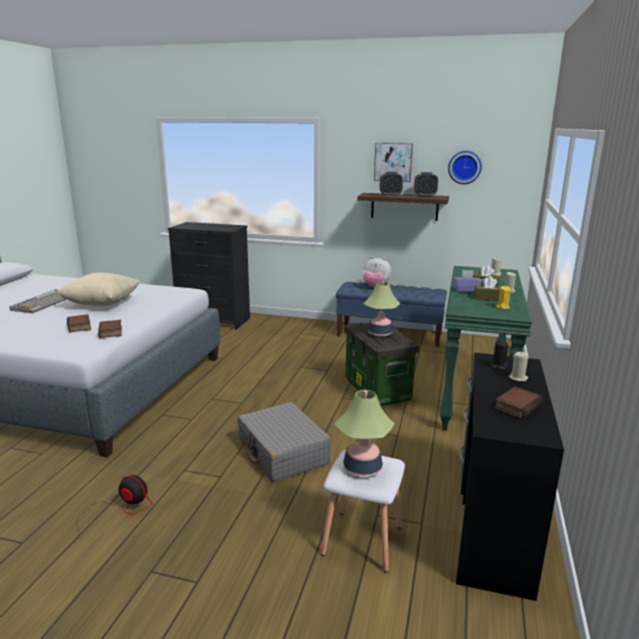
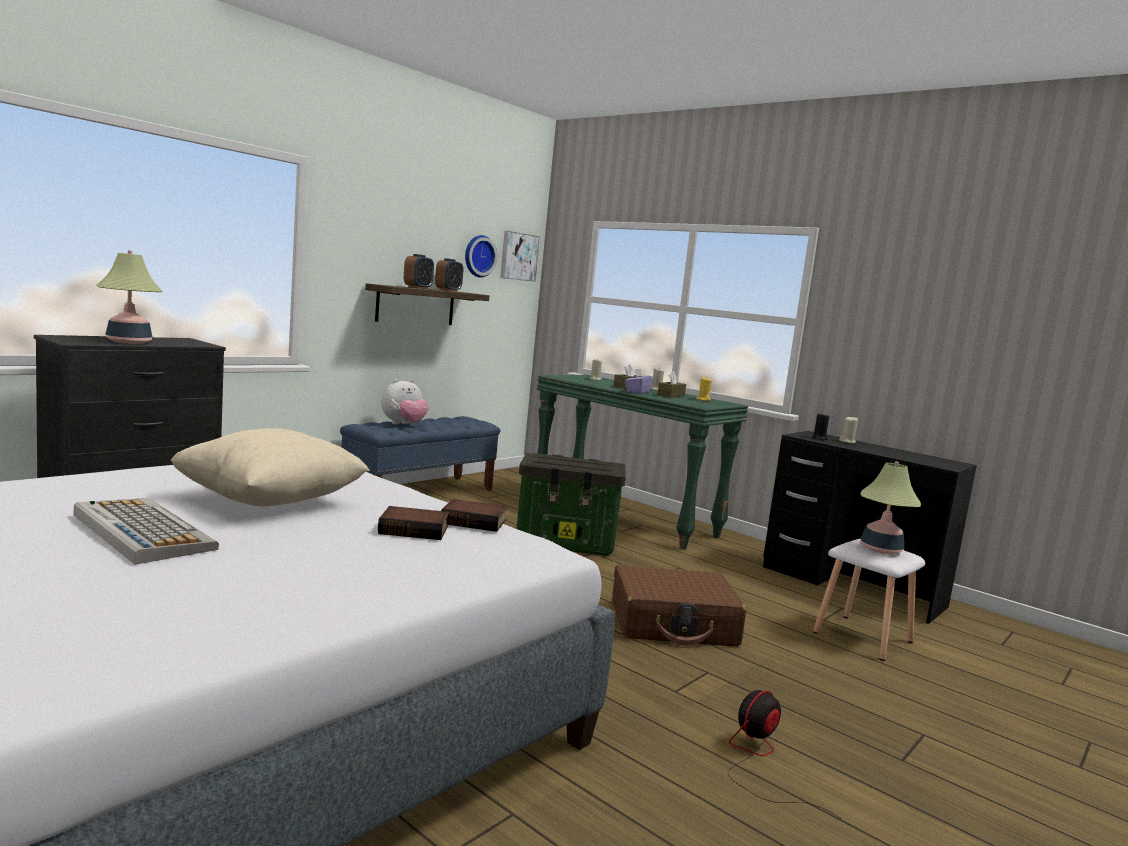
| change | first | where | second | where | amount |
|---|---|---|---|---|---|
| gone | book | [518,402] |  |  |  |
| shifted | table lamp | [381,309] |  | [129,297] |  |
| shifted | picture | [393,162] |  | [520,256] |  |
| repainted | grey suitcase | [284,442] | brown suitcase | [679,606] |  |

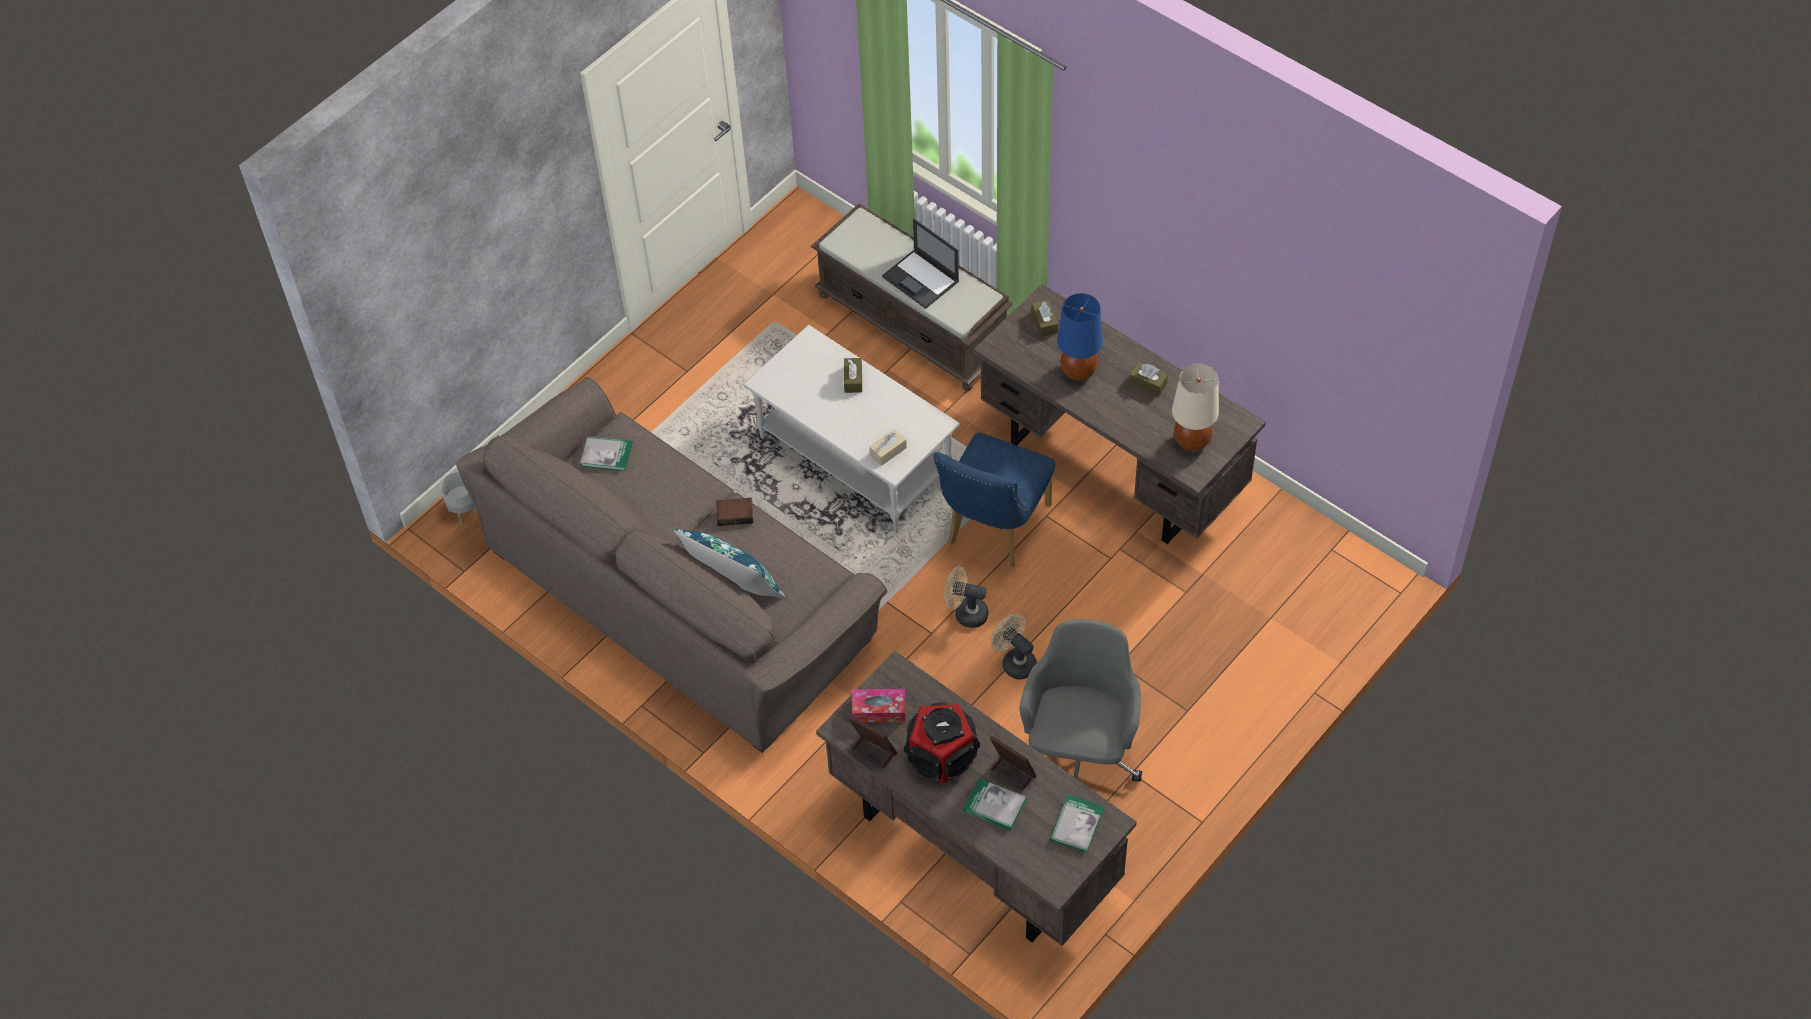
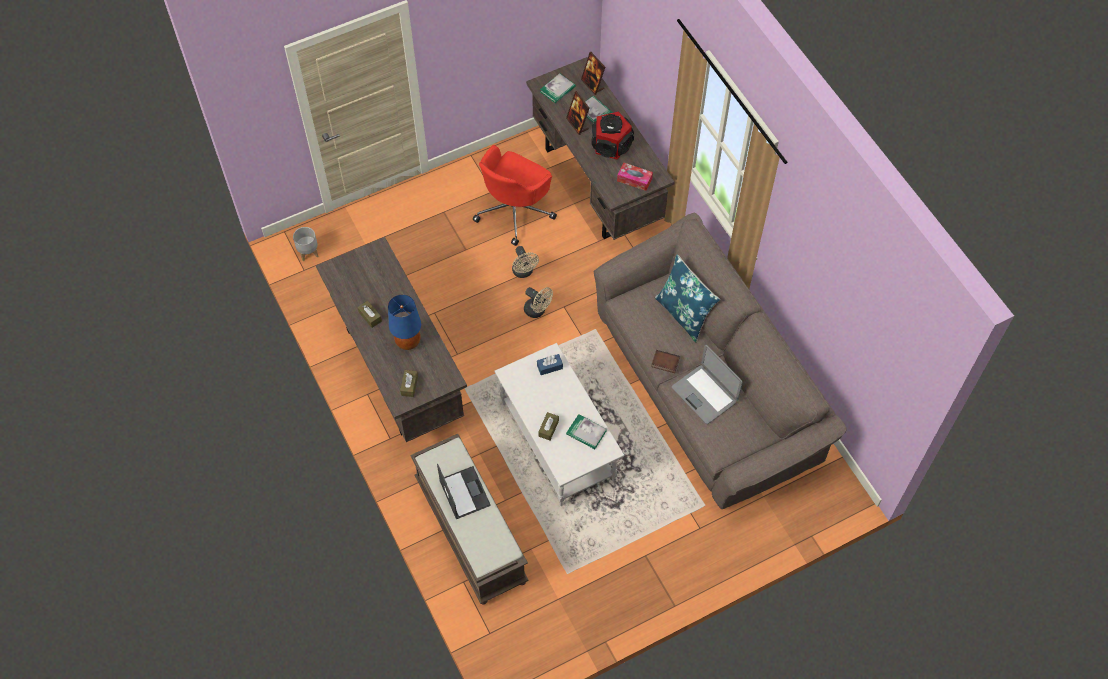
| change | first | where | second | where | amount |
|---|---|---|---|---|---|
| gone | blue chair | [994,500] |  |  |  |
| gone | beige table lamp | [1195,407] |  |  |  |
| new |  |  | laptop | [707,384] |  |
| shifted | grey planter | [458,498] |  | [305,244] |  |
| shifted | book | [606,453] |  | [586,431] |  |
| shifted | picture frame | [872,741] |  | [593,73] |  |
| repainted | beige tissue box | [888,447] | blue tissue box | [550,364] |  |
| repainted | grey office chair | [1080,700] | red office chair | [515,195] |  |

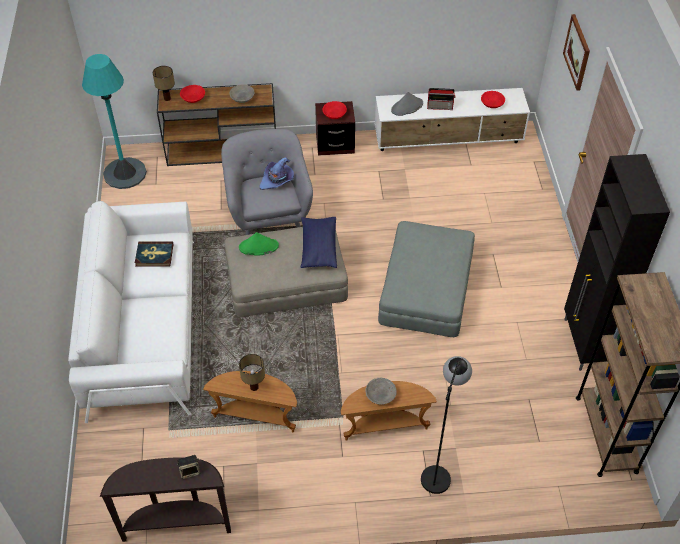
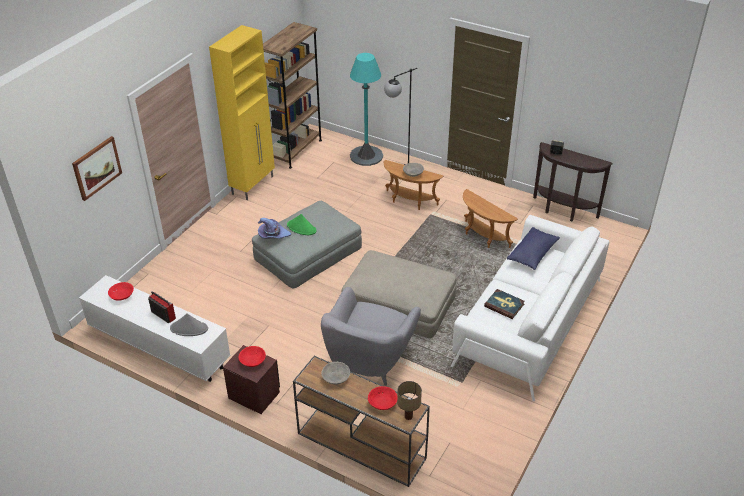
| change | first | where | second | where | amount |
|---|---|---|---|---|---|
| gone | table lamp | [252,372] |  |  |  |
| shifted | turquoise floor lamp | [114,121] |  | [366,109] |  |
| shifted | green hat | [259,244] |  | [302,224] |  |
| shifted | purple hat | [276,173] |  | [274,228] |  |
| shifted | blue pillow | [319,242] |  | [533,248] |  |
| repainted | black cabinet | [617,262] | yellow cabinet | [242,112] |  |

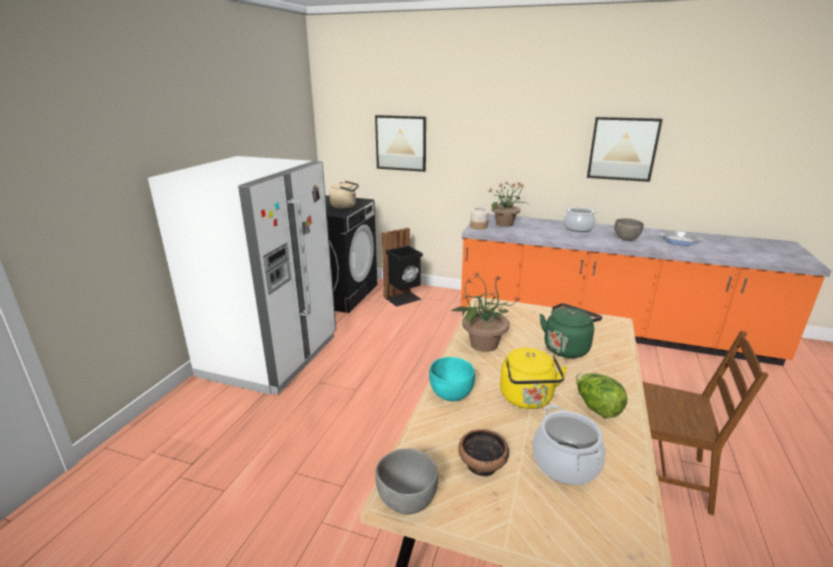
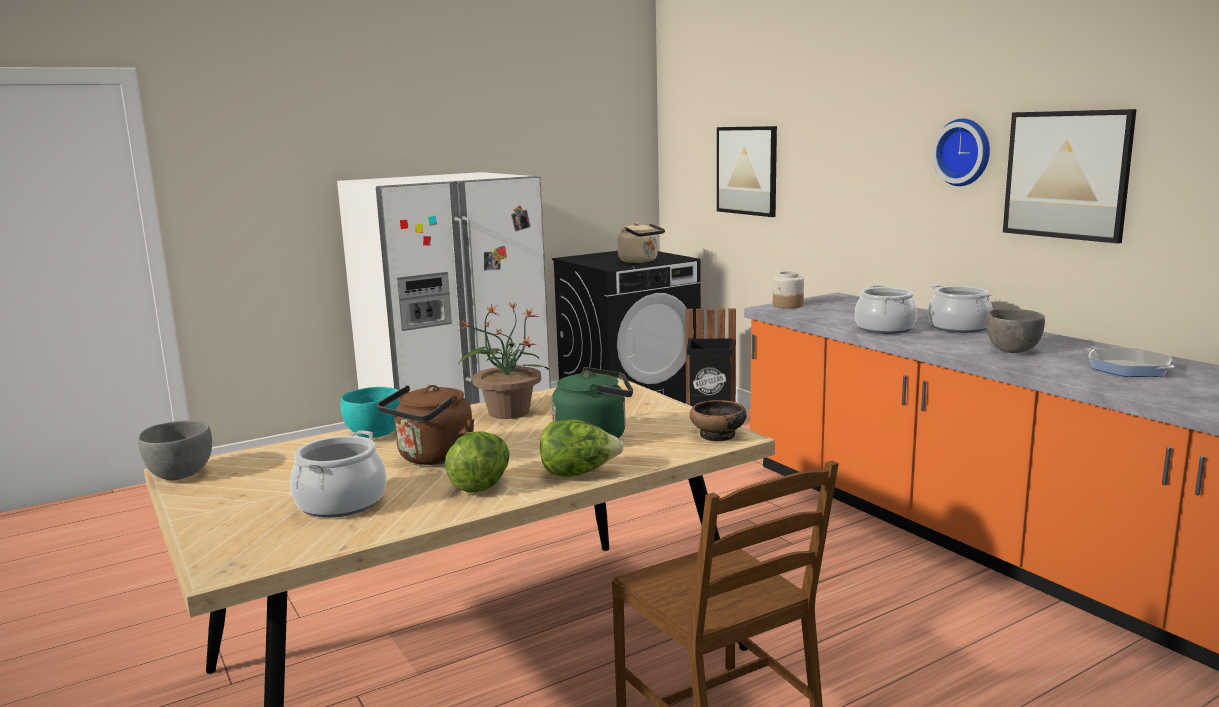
| change | first | where | second | where | amount |
|---|---|---|---|---|---|
| gone | potted plant | [507,204] |  |  |  |
| new |  |  | lettuce | [581,448] |  |
| new |  |  | cooking pot | [886,309] |  |
| new |  |  | wall clock | [961,152] |  |
| shifted | bowl | [483,453] |  | [718,420] |  |
| repainted | yellow kettle | [533,378] | brown kettle | [426,425] |  |

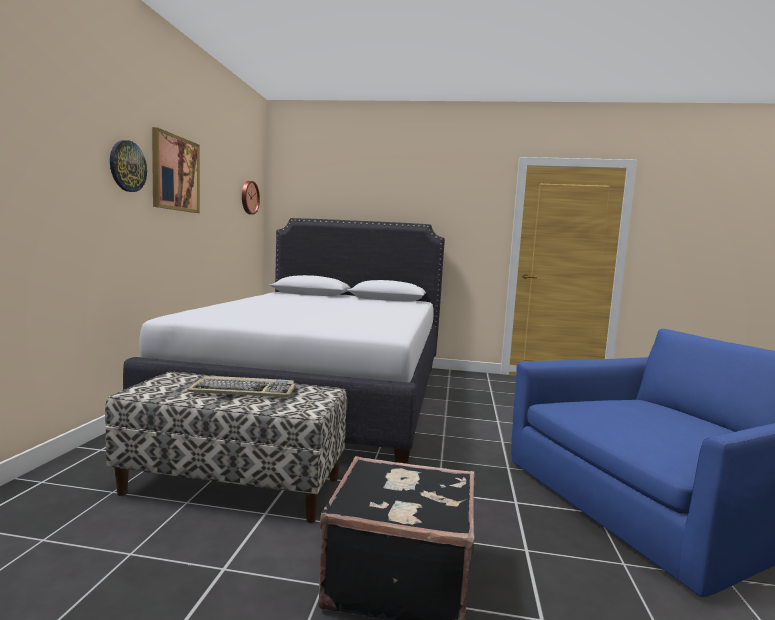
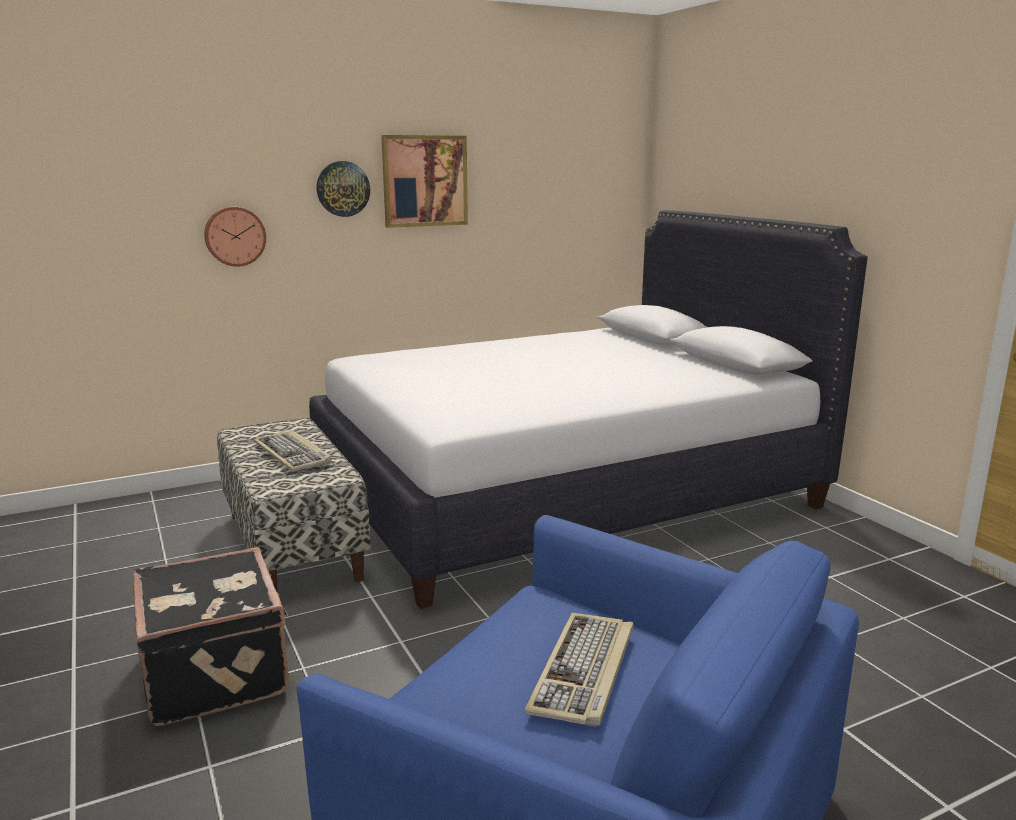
| change | first | where | second | where | amount |
|---|---|---|---|---|---|
| new |  |  | keyboard | [579,670] |  |
| shifted | wall clock | [251,198] |  | [235,236] |  |

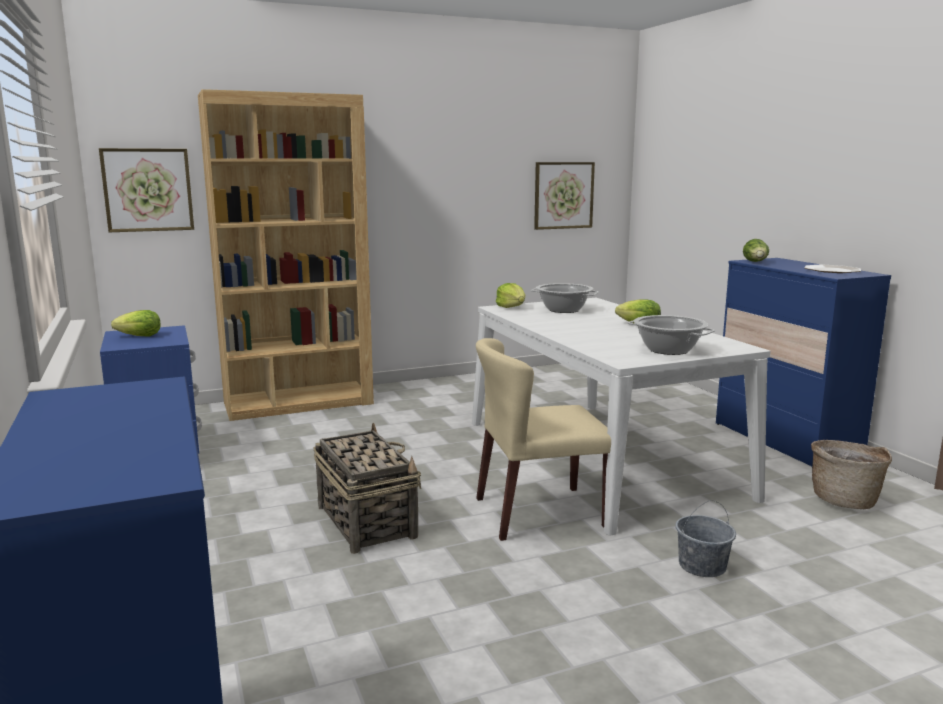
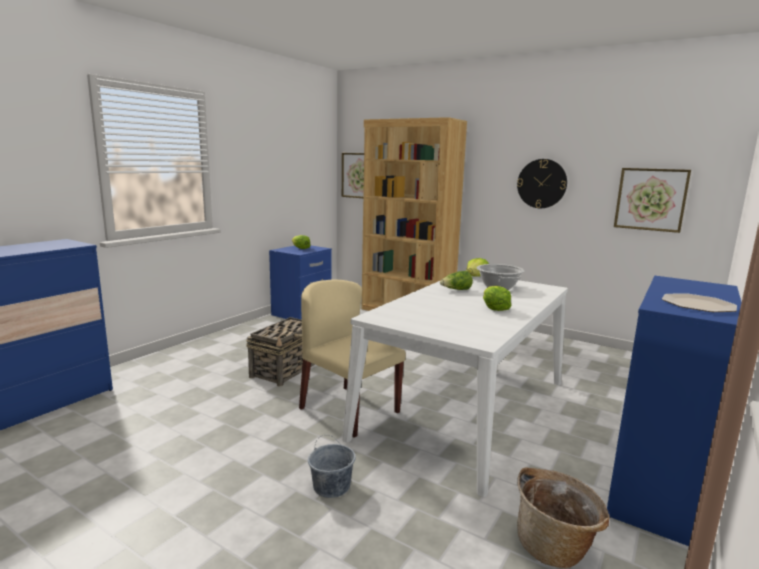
| change | first | where | second | where | amount |
|---|---|---|---|---|---|
| gone | cooking pot | [671,335] |  |  |  |
| new |  |  | wall clock | [542,183] |  |
| shifted | lettuce | [756,250] |  | [456,280] |  |

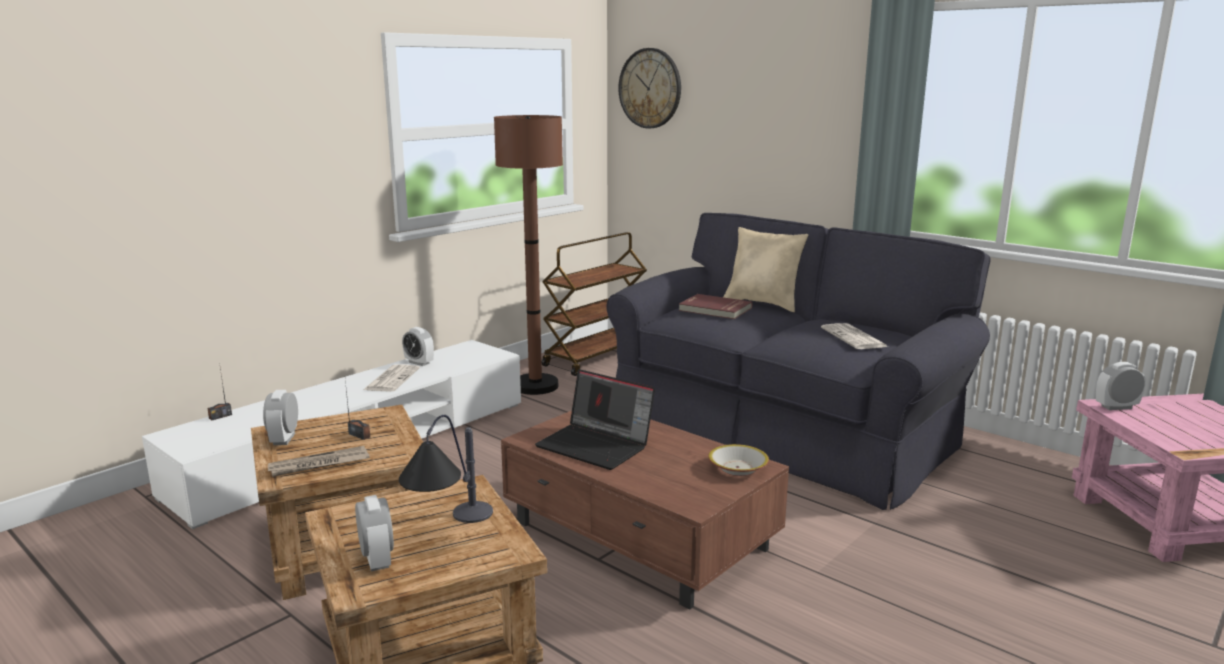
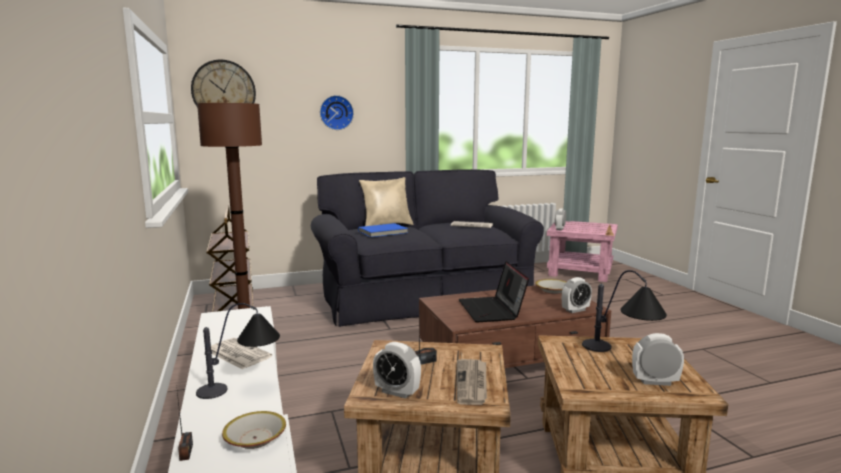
| change | first | where | second | where | amount |
|---|---|---|---|---|---|
| new |  |  | table lamp | [238,351] |  |
| new |  |  | bowl | [254,430] |  |
| new |  |  | wall clock | [337,112] |  |
| shifted | alarm clock | [418,346] |  | [577,295] |  |
| repainted | red book | [715,306] | blue book | [383,230] |  |
| rotated | laptop | [595,419] |  | [494,291] | 105 degrees clockwise |

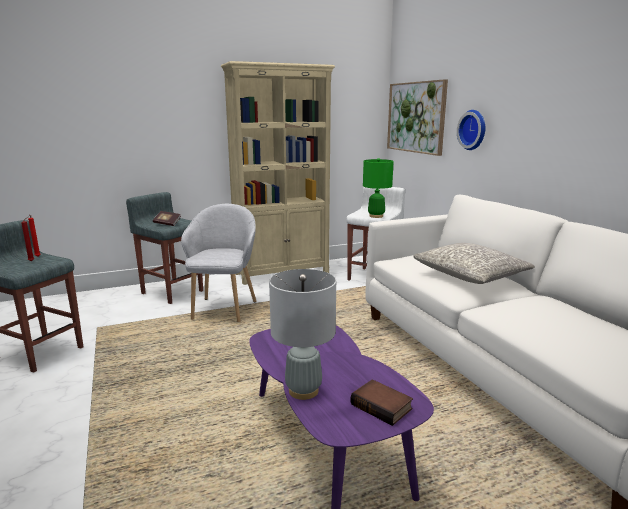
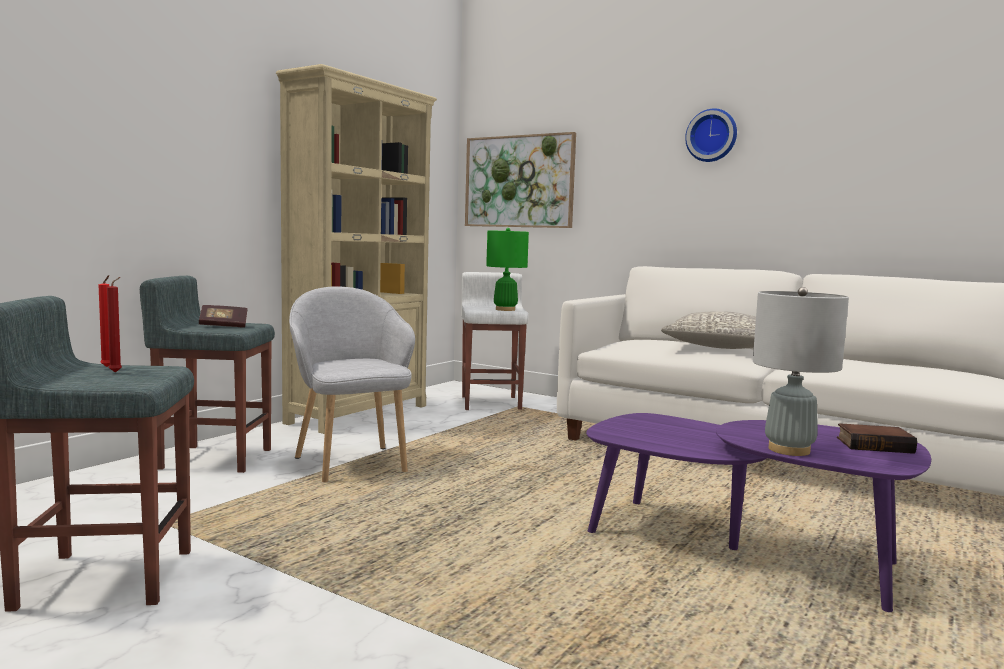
| change | first | where | second | where | amount |
|---|---|---|---|---|---|
| shifted | wall clock | [471,130] |  | [711,135] |  |

